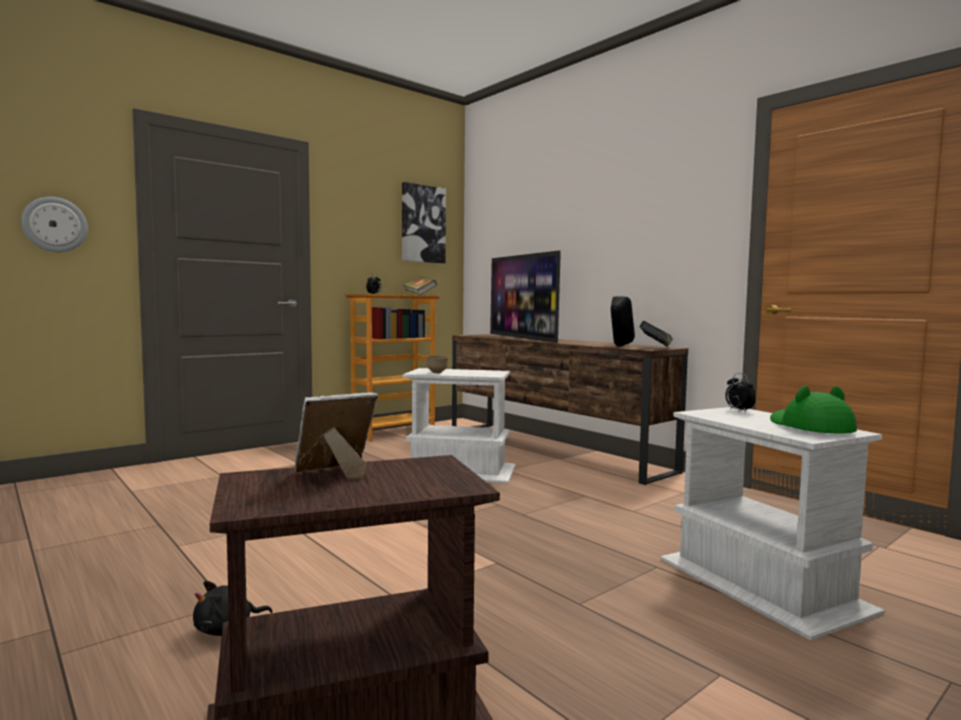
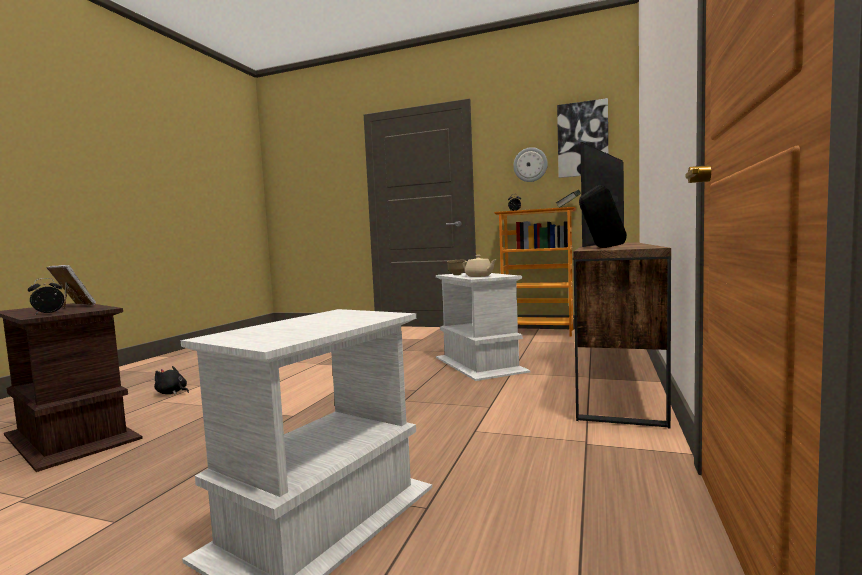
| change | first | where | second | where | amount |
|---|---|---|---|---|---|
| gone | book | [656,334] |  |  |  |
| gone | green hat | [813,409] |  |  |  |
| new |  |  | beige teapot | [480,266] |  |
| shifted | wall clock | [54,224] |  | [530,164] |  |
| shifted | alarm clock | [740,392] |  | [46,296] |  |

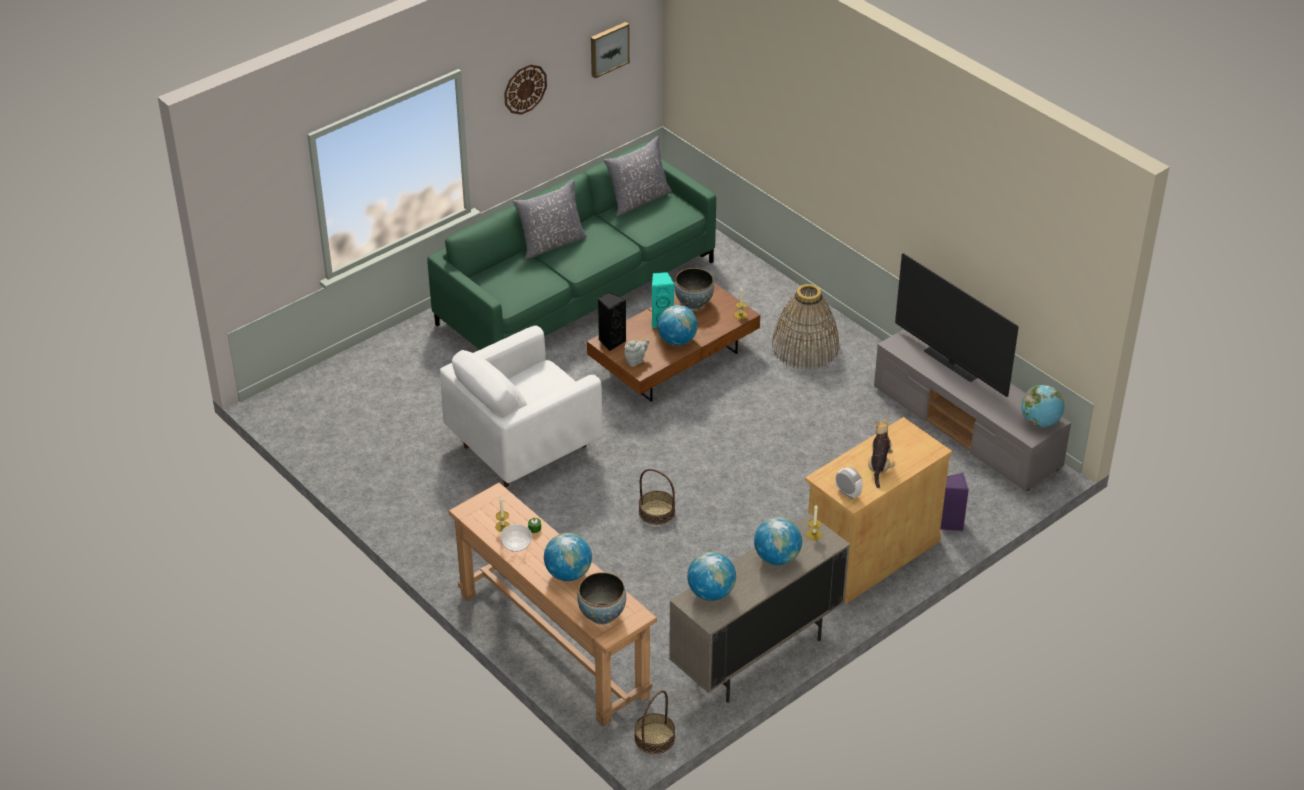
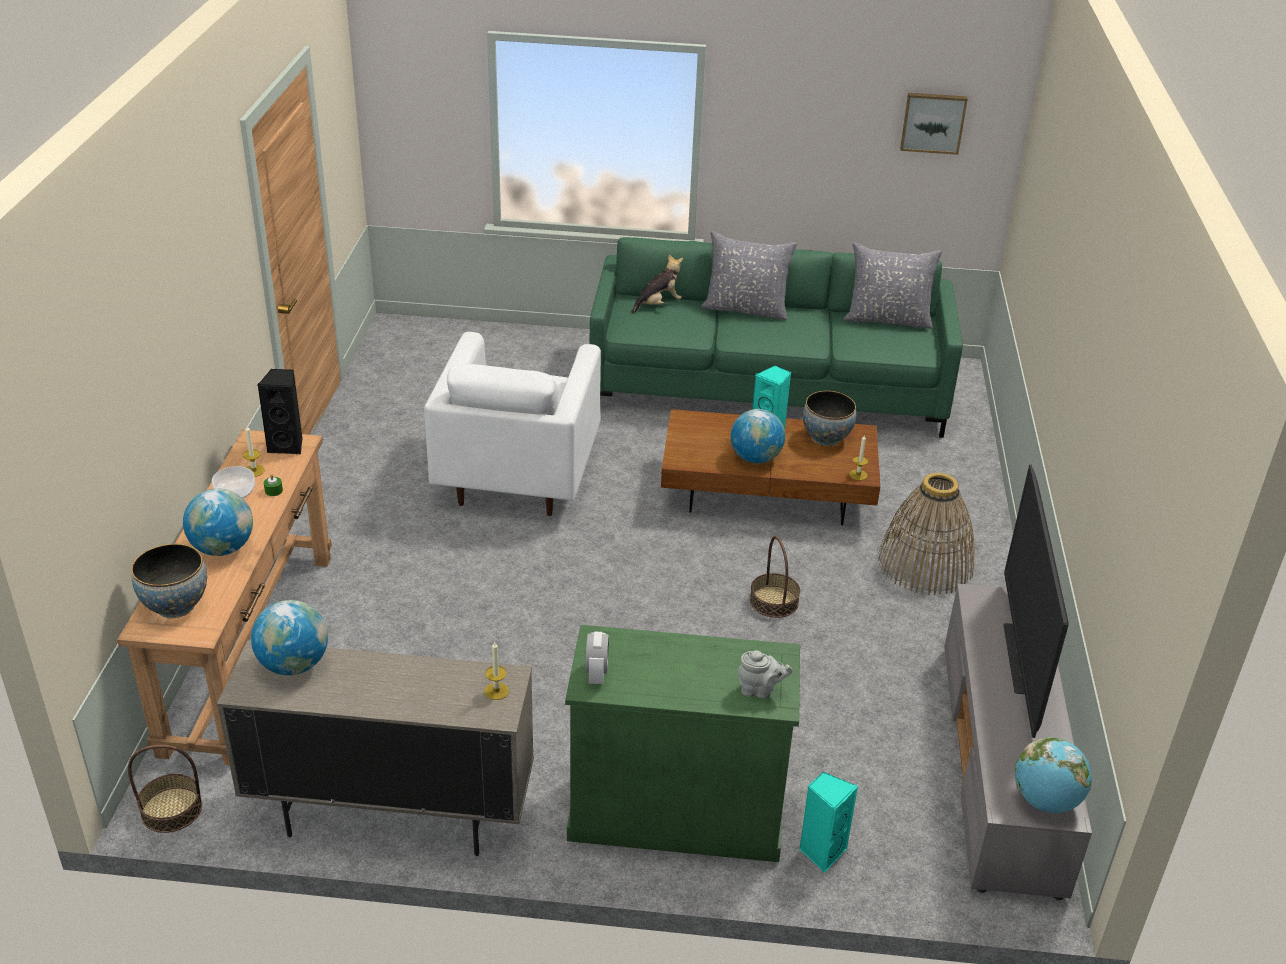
| change | first | where | second | where | amount |
|---|---|---|---|---|---|
| gone | wall clock | [525,89] |  |  |  |
| gone | globe | [778,541] |  |  |  |
| shifted | black speaker | [612,321] |  | [280,411] |  |
| shifted | grey teapot | [636,353] |  | [765,674] |  |
| shifted | basket | [657,497] |  | [775,577] |  |
| shifted | plush toy | [881,453] |  | [657,284] |  |
| repainted | beige cabinet | [878,510] | green cabinet | [682,743] |  |
| repainted | purple speaker | [955,502] | turquoise speaker | [828,822] |  |
| rotated | white armchair | [521,406] |  | [512,424] | 90 degrees counterclockwise |

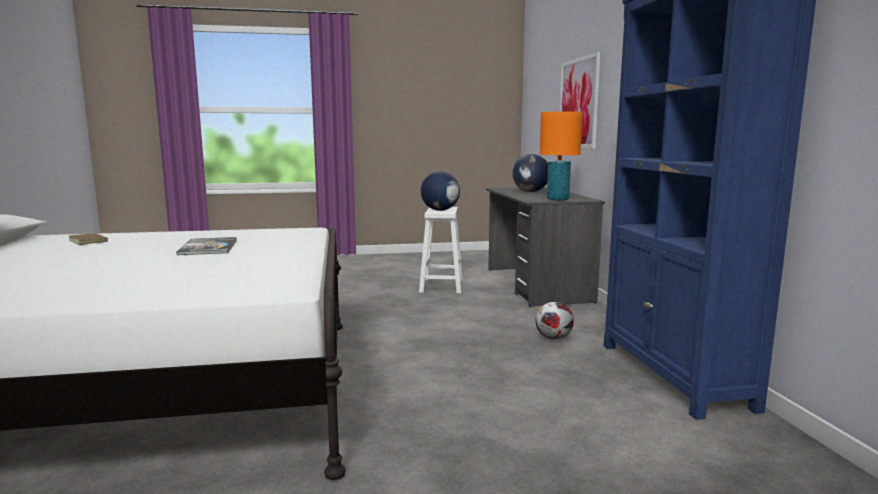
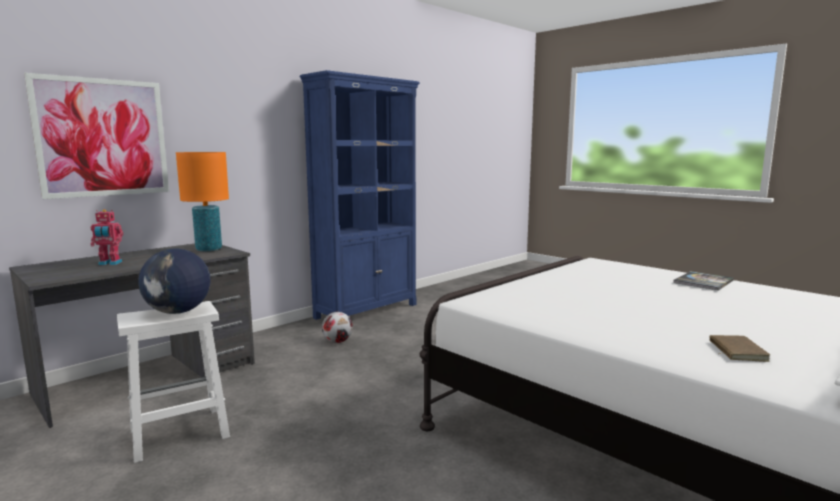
| change | first | where | second | where | amount |
|---|---|---|---|---|---|
| shifted | book | [206,246] |  | [704,280] |  |
| swapped | globe | [530,173] | toy robot | [107,237] |  |

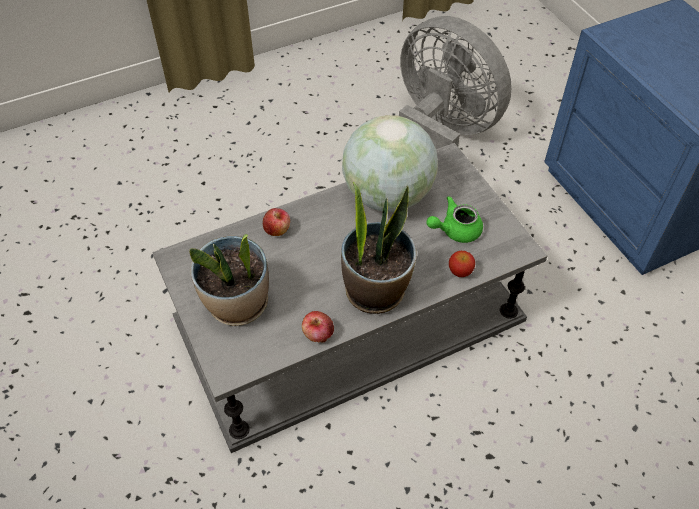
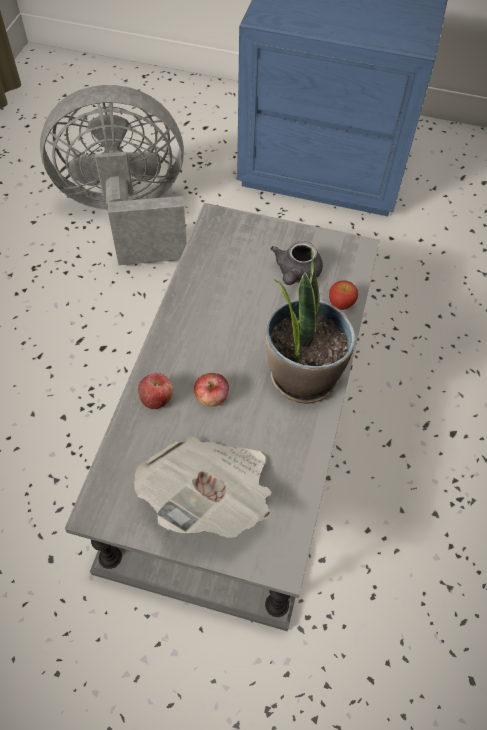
| change | first | where | second | where | amount |
|---|---|---|---|---|---|
| gone | globe | [390,163] |  |  |  |
| shifted | apple | [318,327] |  | [211,390] |  |
| swapped | potted plant | [229,280] | newspaper | [202,487] |  |
| repainted | green teapot | [454,219] | grey teapot | [297,263] |  |

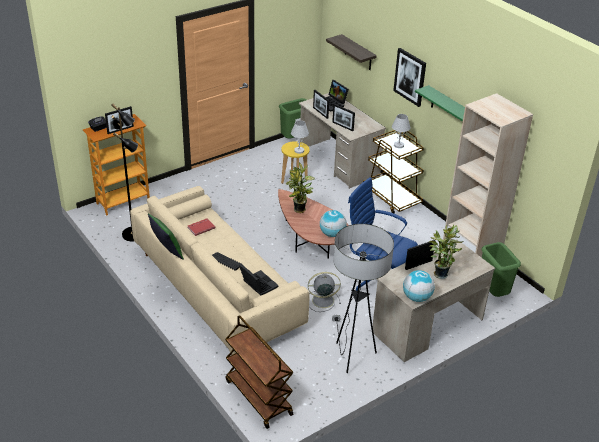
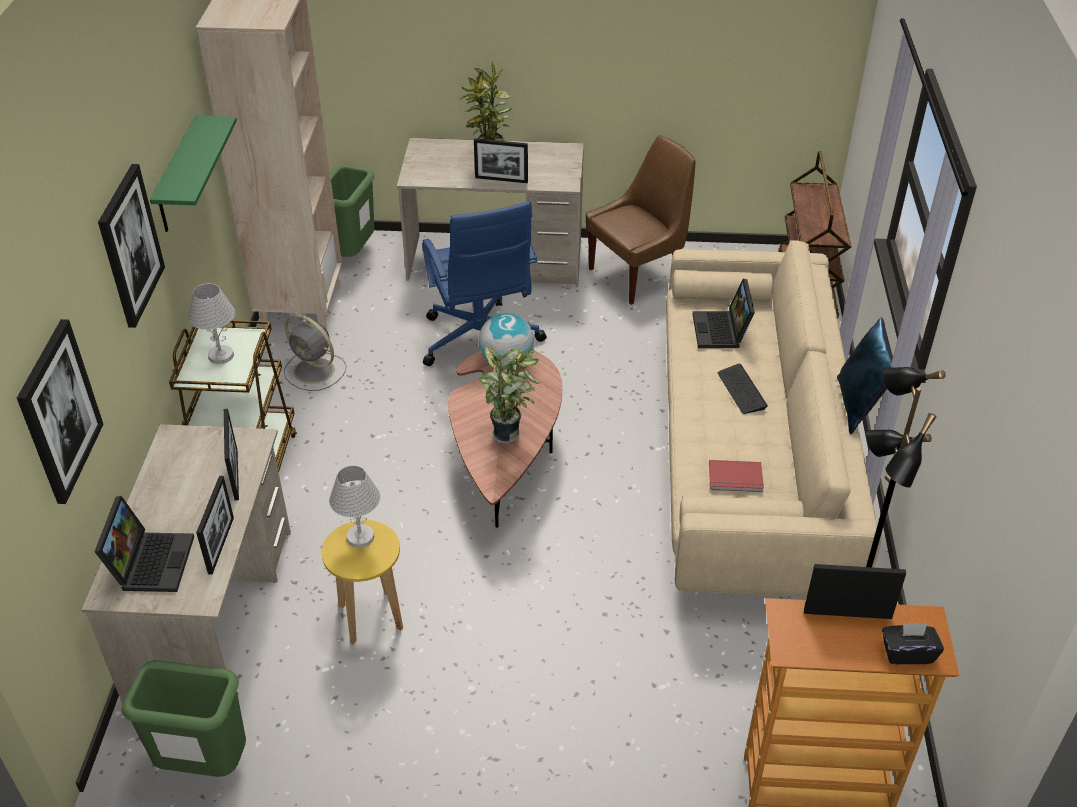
| change | first | where | second | where | amount |
|---|---|---|---|---|---|
| gone | globe | [419,286] |  |  |  |
| shifted | grey fan | [324,292] |  | [315,352] |  |
| swapped | shelf | [351,52] | picture | [60,411] |  |
| swapped | floor lamp | [363,298] | brown chair | [641,220] |  |
| repainted | green pillow | [166,236] | blue pillow | [866,376] |  |

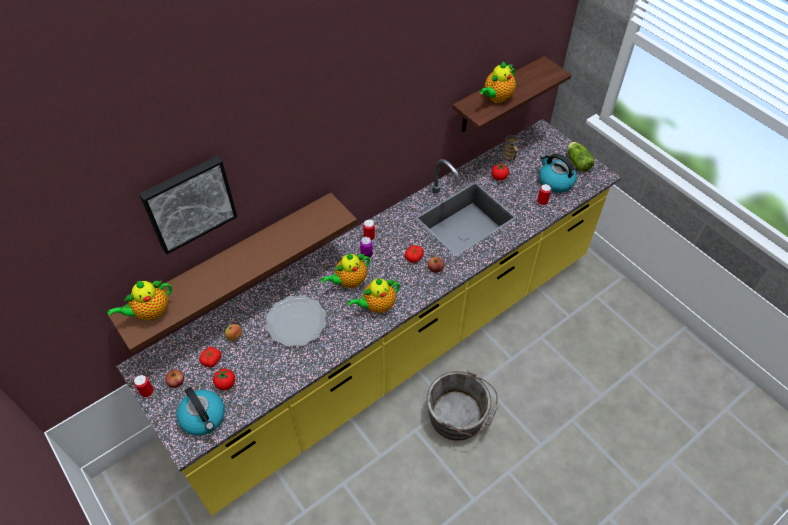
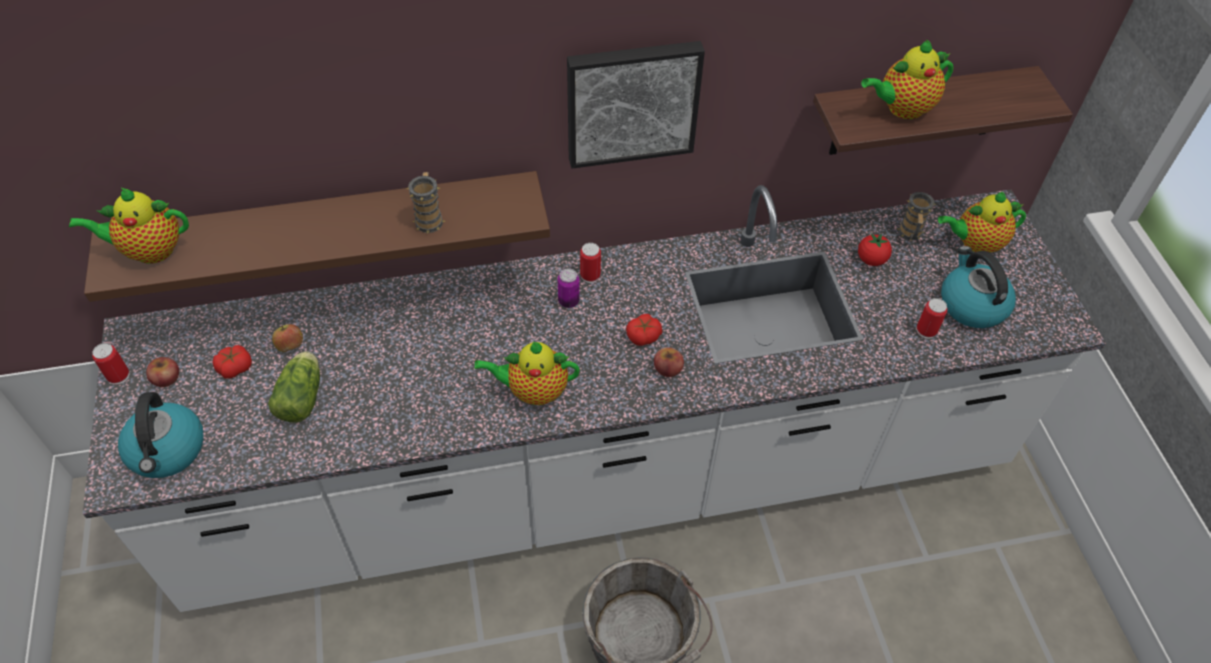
| change | first | where | second | where | amount |
|---|---|---|---|---|---|
| gone | tomato | [224,379] |  |  |  |
| gone | plate | [296,321] |  |  |  |
| new |  |  | mug | [425,202] |  |
| shifted | picture | [188,205] |  | [636,105] |  |
| shifted | teapot | [345,271] |  | [982,222] |  |
| shifted | lettuce | [580,157] |  | [294,387] |  |
| repainted | yellow counter | [369,317] | white counter | [594,398] |  |

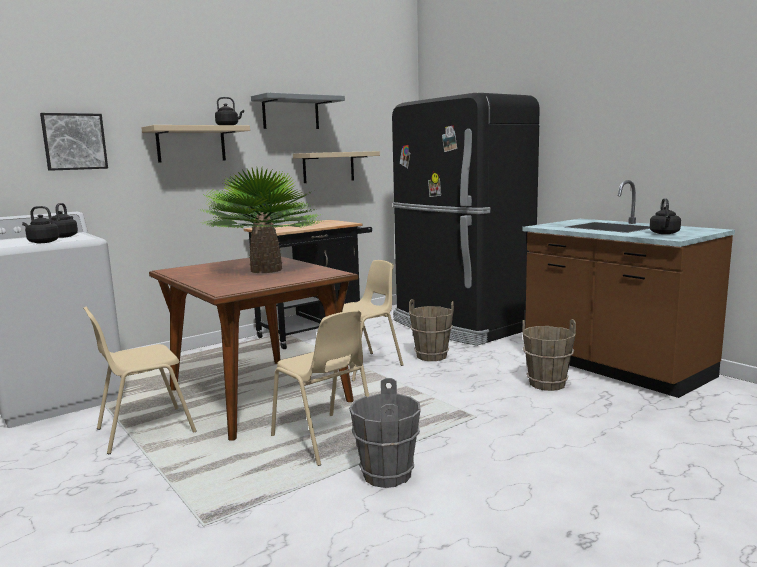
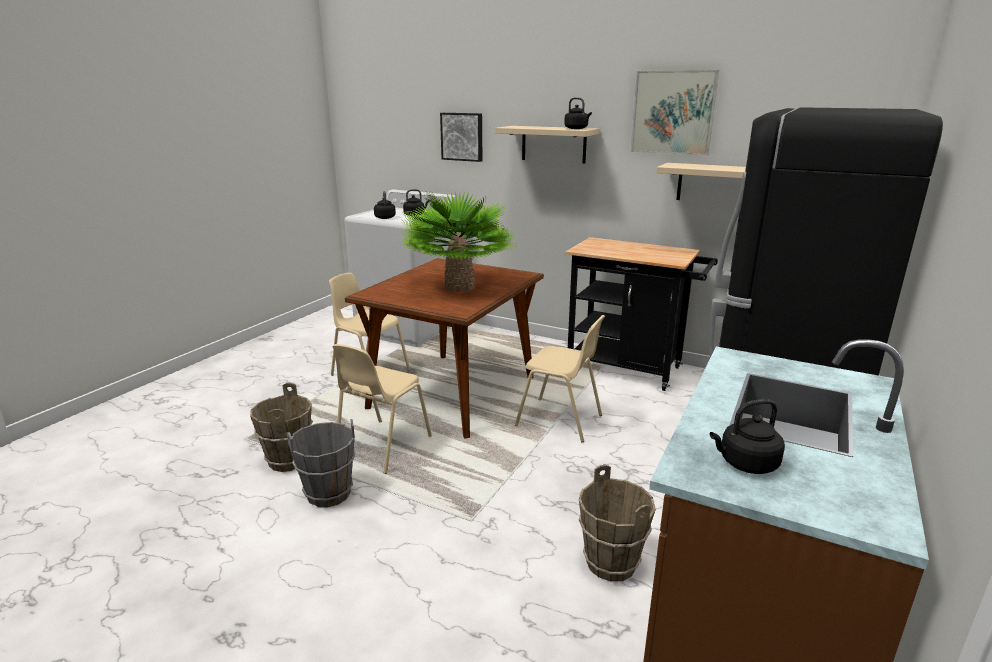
| change | first | where | second | where | amount |
|---|---|---|---|---|---|
| shifted | brown bucket | [431,330] |  | [281,427] |  |
| swapped | grey shelf | [298,111] | picture | [675,112] |  |

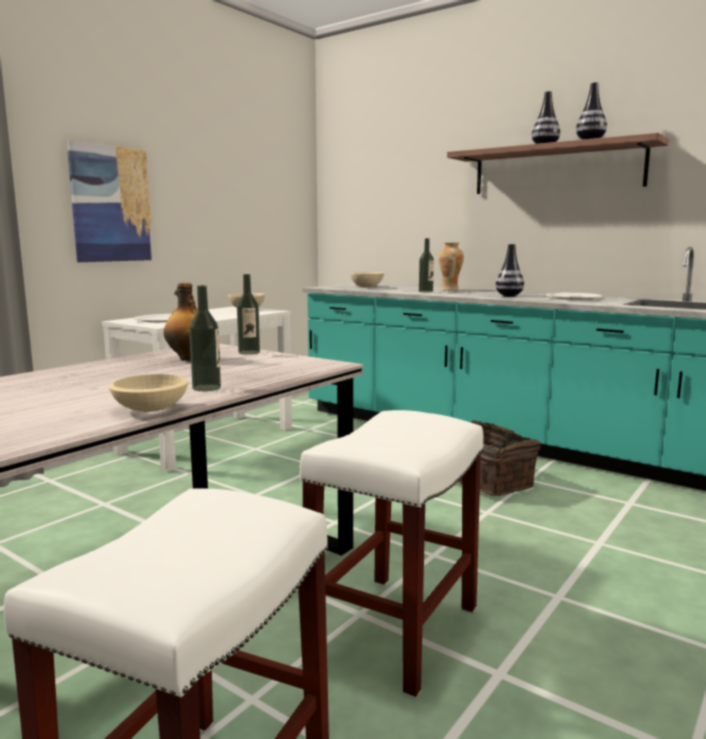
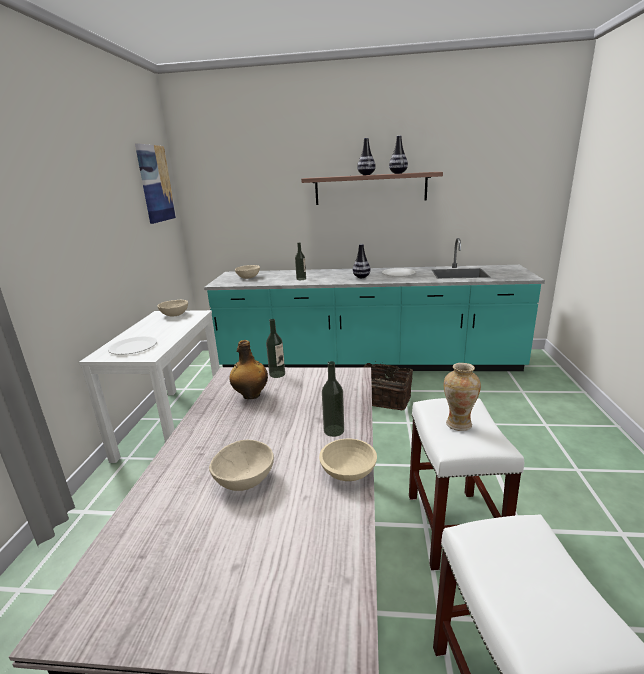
| change | first | where | second | where | amount |
|---|---|---|---|---|---|
| new |  |  | beige bowl | [241,465] |  |
| shifted | picture | [110,201] |  | [155,183] |  |
| shifted | vase | [451,267] |  | [462,397] |  |

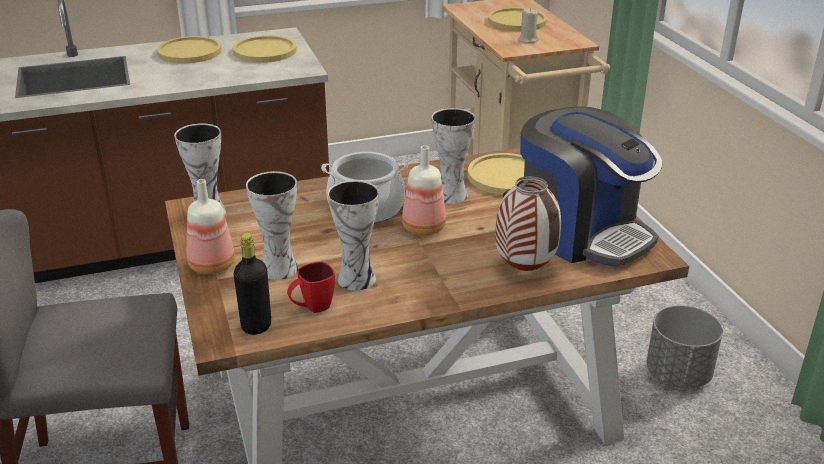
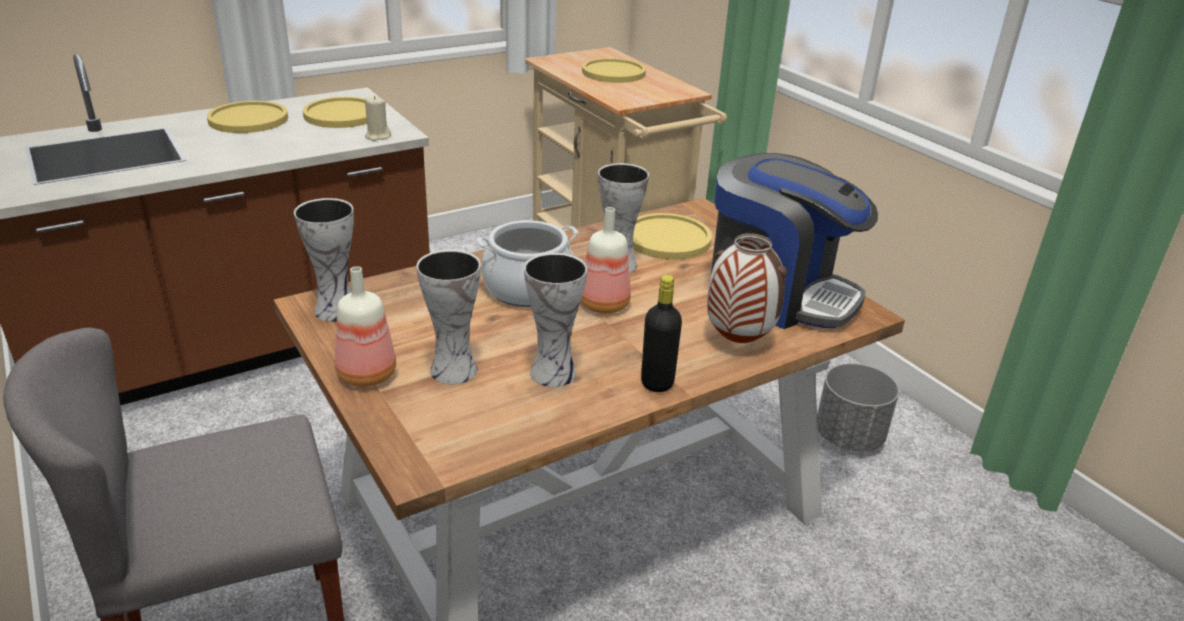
| change | first | where | second | where | amount |
|---|---|---|---|---|---|
| gone | red mug | [311,287] |  |  |  |
| shifted | black bottle | [252,284] |  | [661,333] |  |
| shifted | beige candle | [528,26] |  | [378,118] |  |

